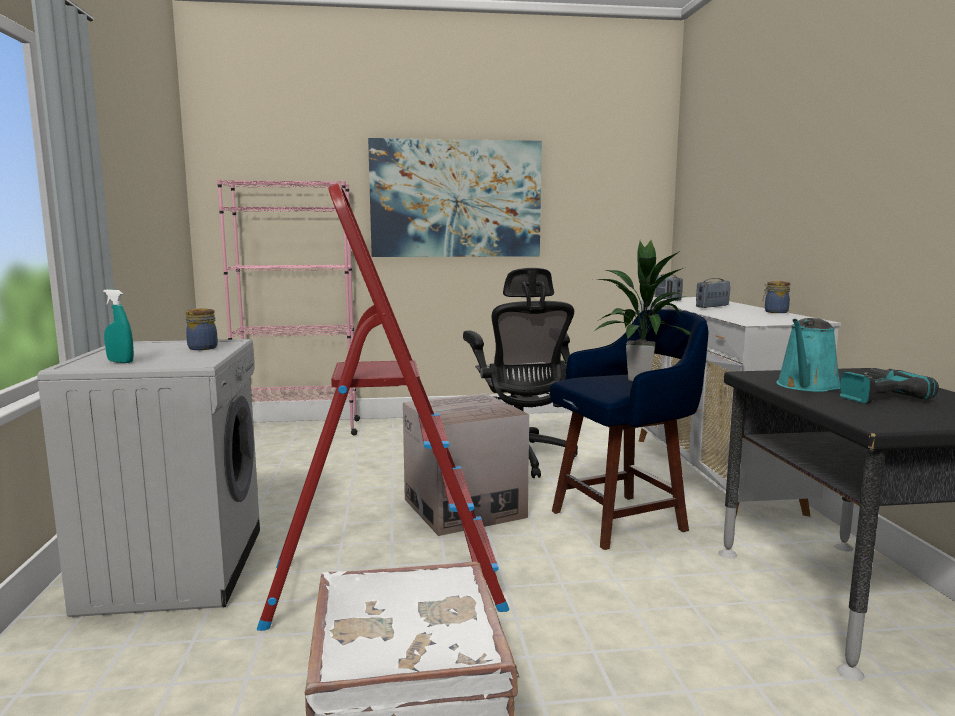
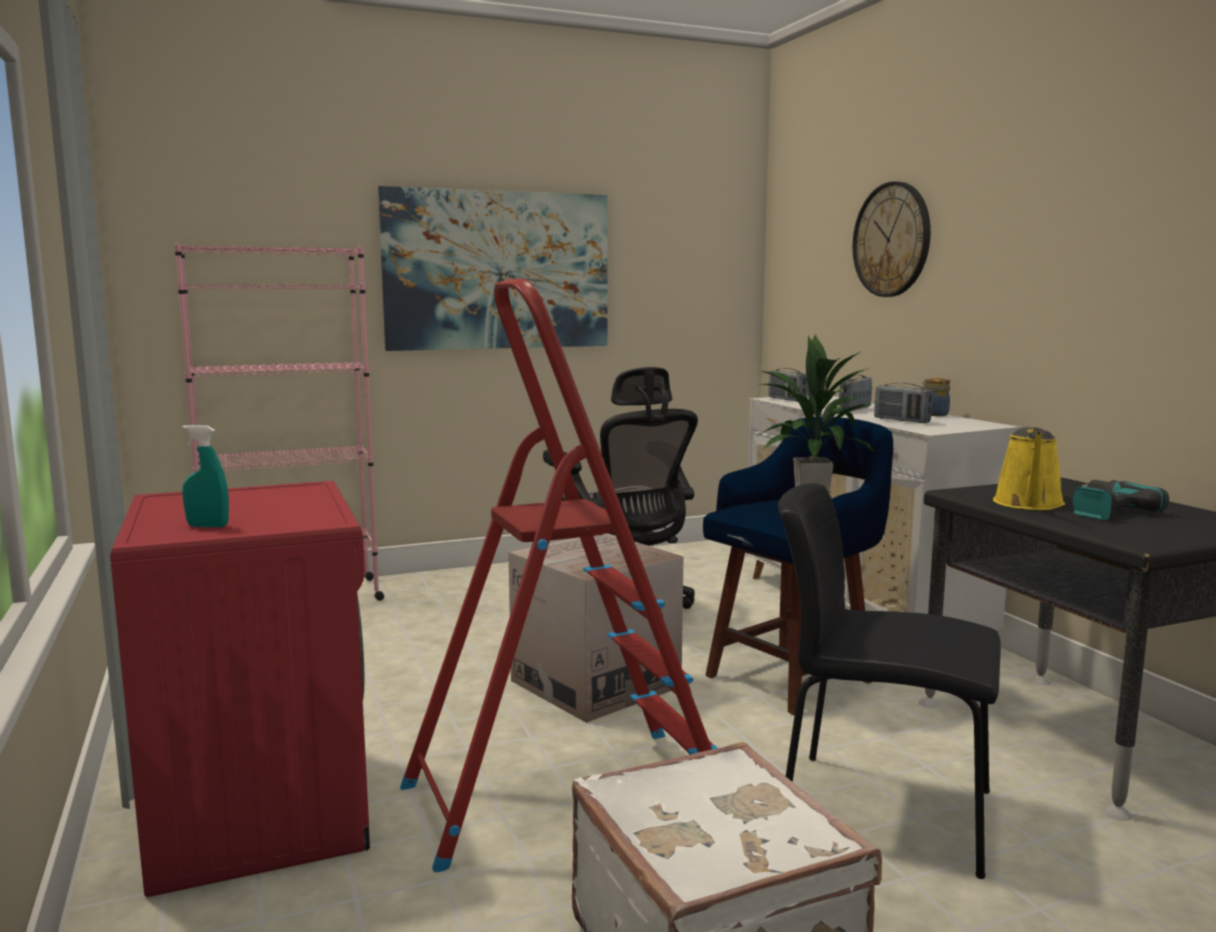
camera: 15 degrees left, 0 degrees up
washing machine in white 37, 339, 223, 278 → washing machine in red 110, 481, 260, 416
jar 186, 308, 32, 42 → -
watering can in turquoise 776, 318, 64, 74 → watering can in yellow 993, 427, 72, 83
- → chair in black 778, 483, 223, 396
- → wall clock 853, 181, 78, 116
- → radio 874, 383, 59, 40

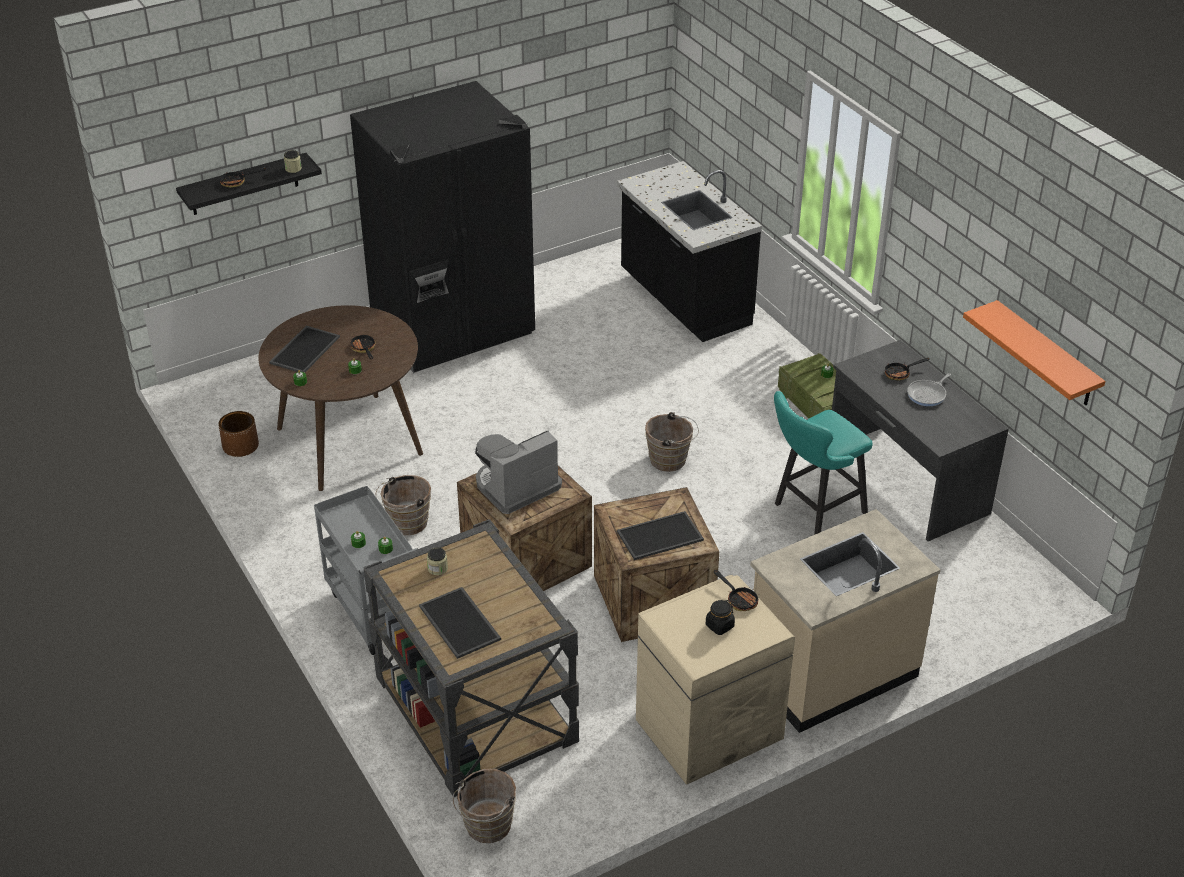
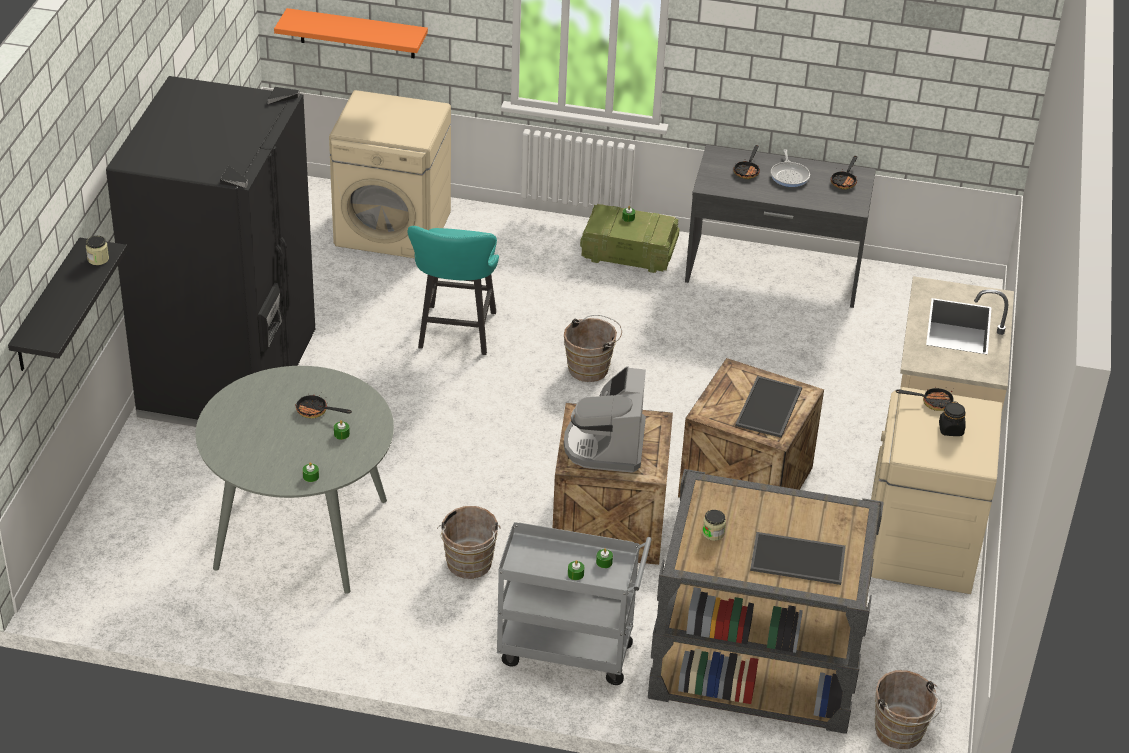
camera: 50 degrees left, 0 degrees up
planter in brown 218, 411, 41, 46 → -
frying pan 220, 168, 47, 20 → frying pan 831, 156, 26, 34, move
dining table in brown 258, 305, 165, 186 → dining table in grey 195, 366, 199, 228
tray 269, 326, 71, 47 → -
counter in black 617, 161, 145, 181 → washing machine in beige 329, 90, 122, 168
stool in turquoise 774, 391, 99, 144 → stool in turquoise 407, 226, 92, 129, move
shelf in orange 963, 300, 142, 105 → shelf in orange 274, 8, 154, 50, move

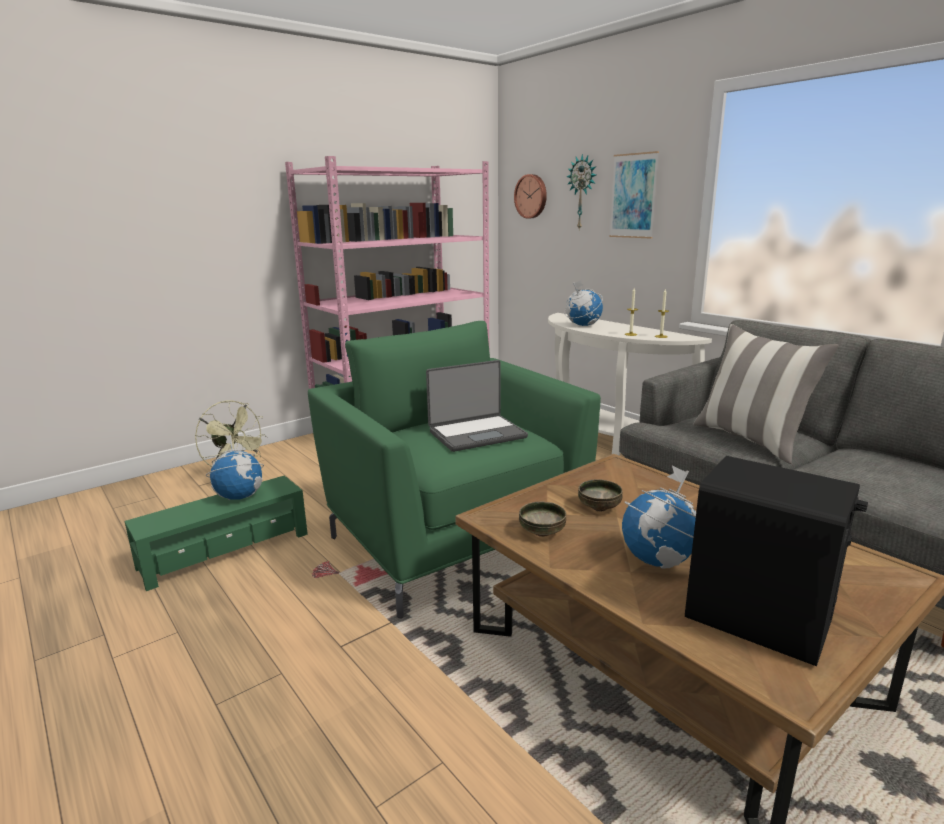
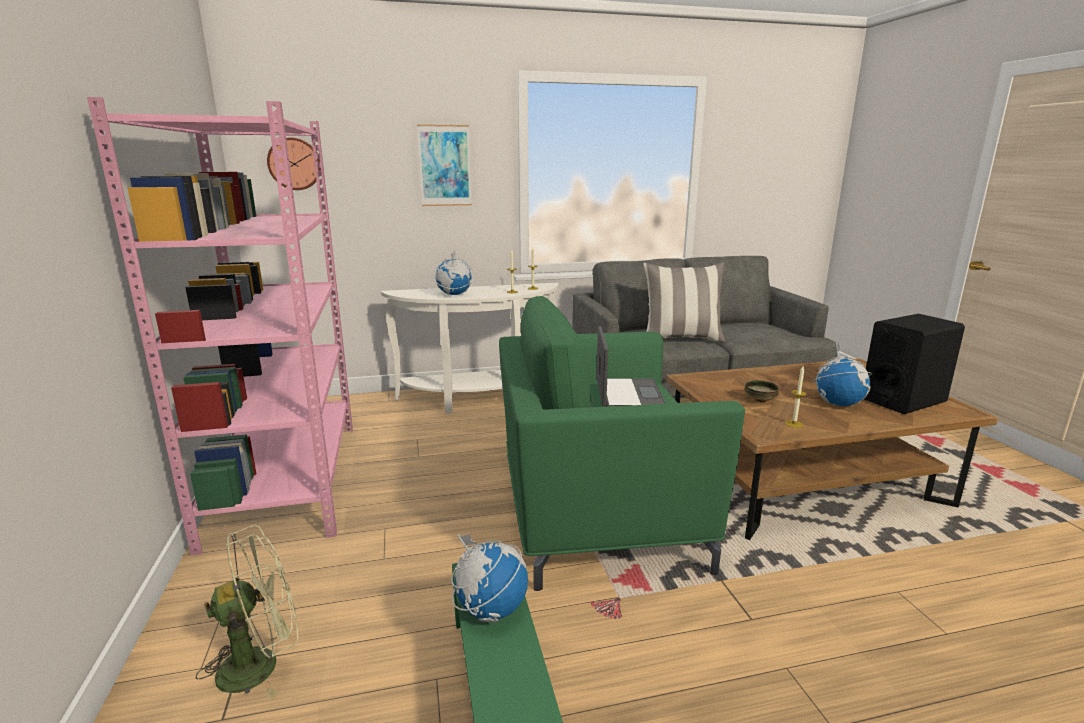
camera: 65 degrees left, 0 degrees up
bowl 519, 501, 47, 36 → candle 785, 366, 22, 62
wall clock 567, 154, 29, 75 → -

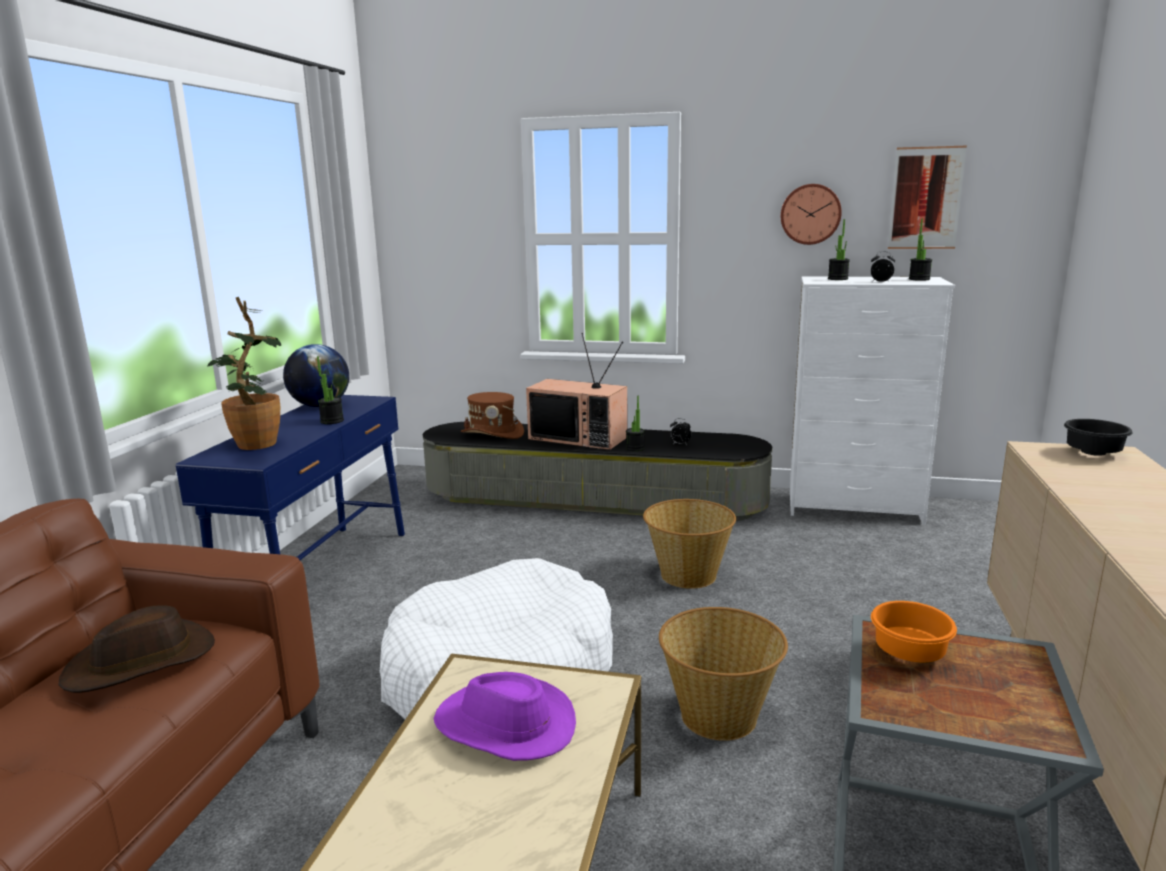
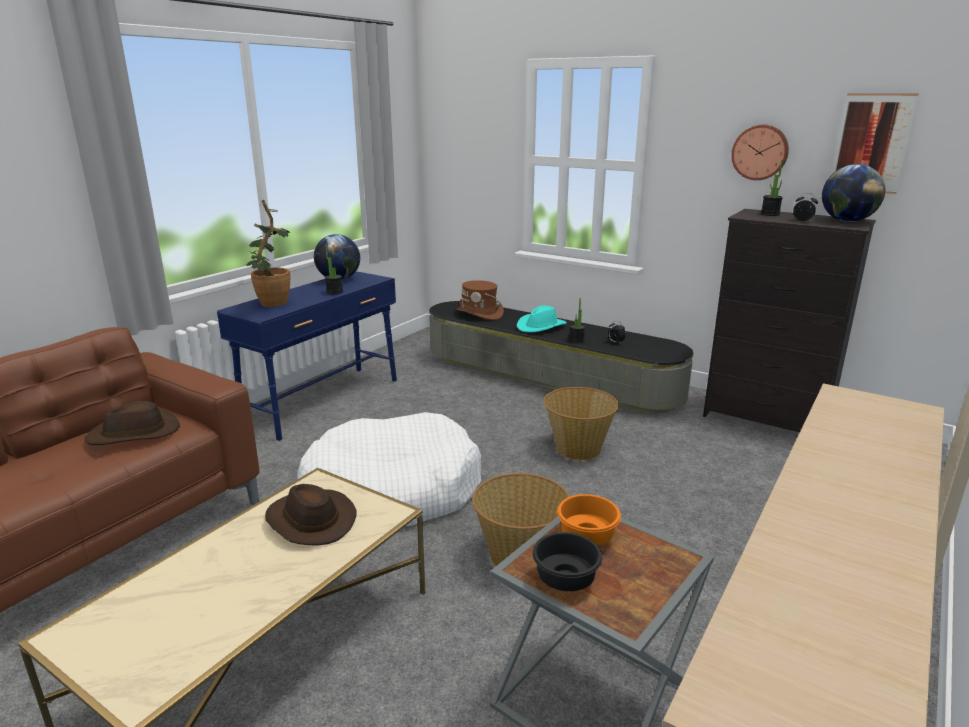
camera: 20 degrees right, 5 degrees up
hat in purple 434, 672, 142, 89 → hat in brown 265, 484, 91, 61
television 526, 333, 101, 117 → hat in turquoise 517, 306, 50, 26
dresser in white 790, 276, 165, 249 → dresser in black 703, 209, 173, 223
potted plant 909, 218, 23, 63 → globe 822, 164, 63, 58
bowl in black 1064, 419, 68, 37 → bowl in black 532, 532, 70, 59, move

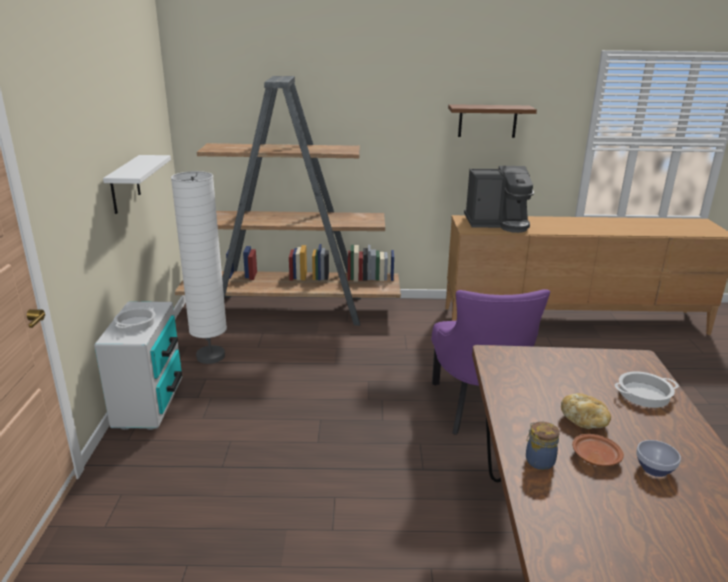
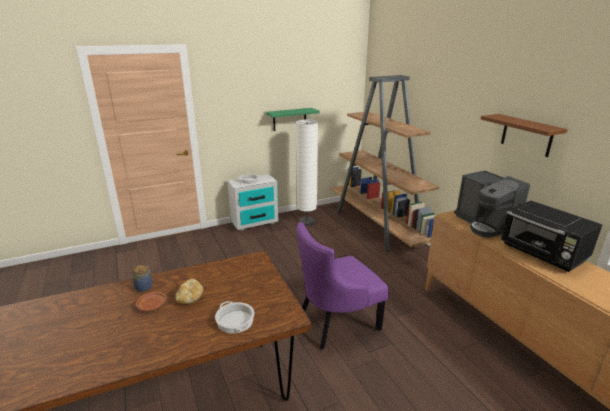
camera: 65 degrees right, 0 degrees up
shelf in white 103, 155, 68, 59 → shelf in green 266, 108, 54, 23
bowl 636, 440, 45, 37 → -
- → microwave in black 501, 201, 101, 71

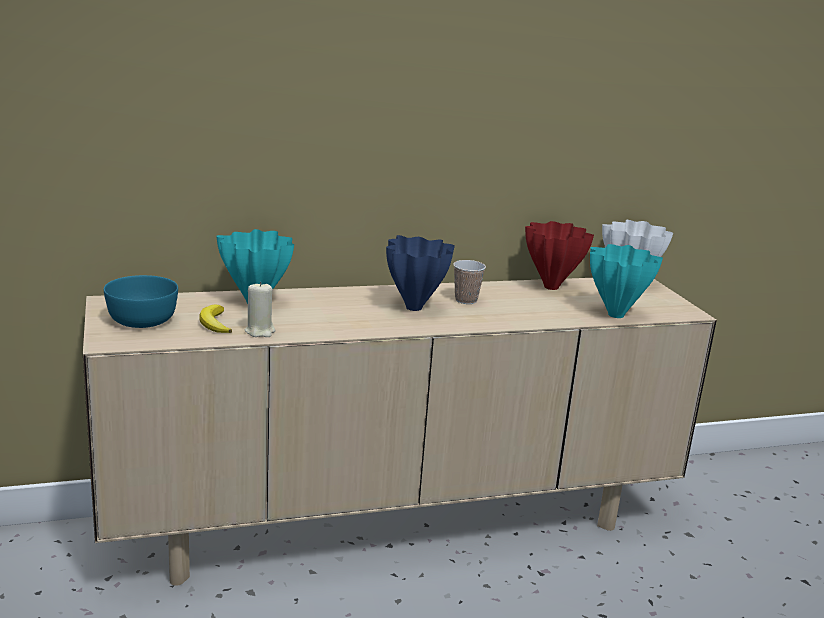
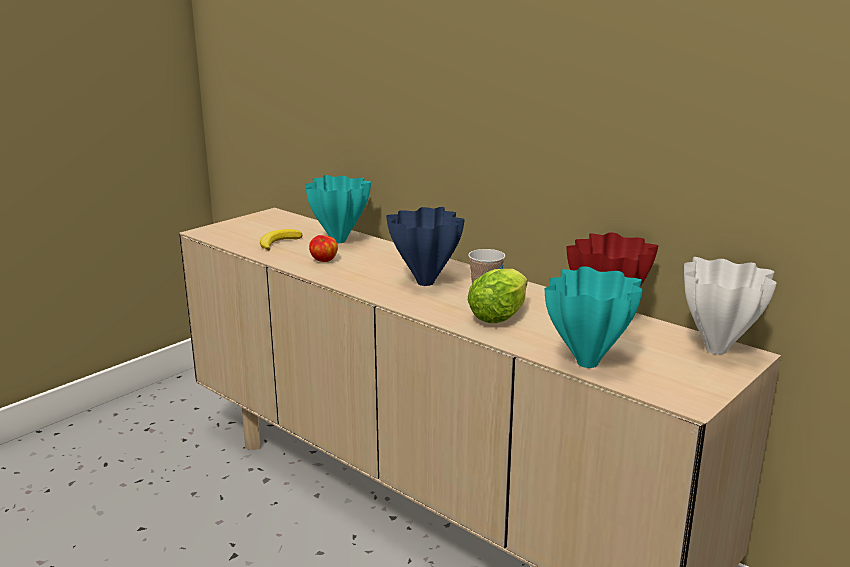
camera: 60 degrees right, 0 degrees up
bowl in turquoise 104, 275, 74, 53 → -
candle in beige 245, 282, 30, 55 → -
- → apple 309, 235, 29, 27
- → lettuce 468, 269, 59, 54

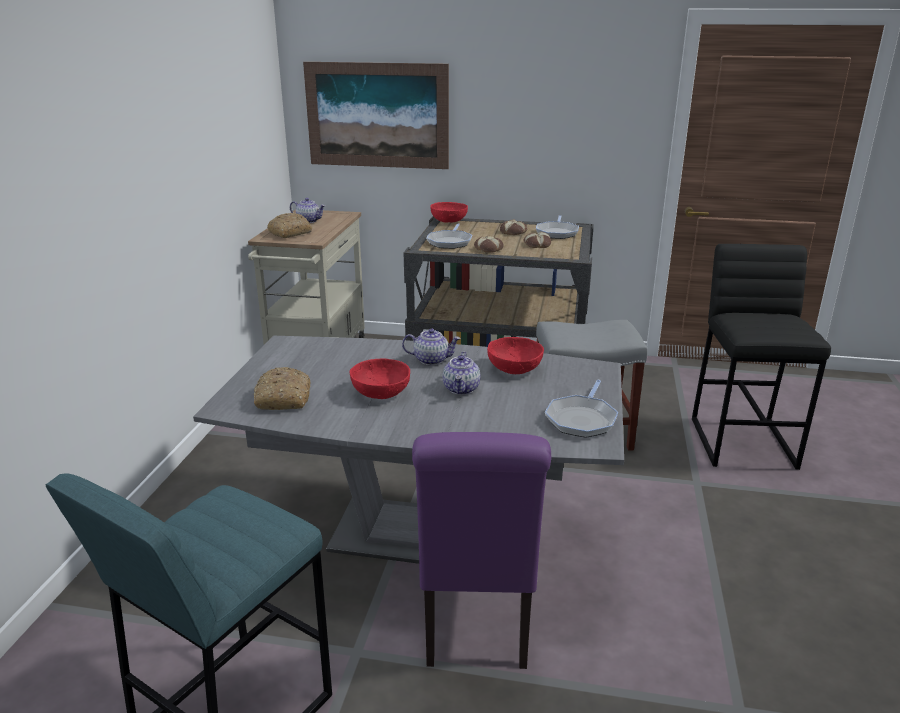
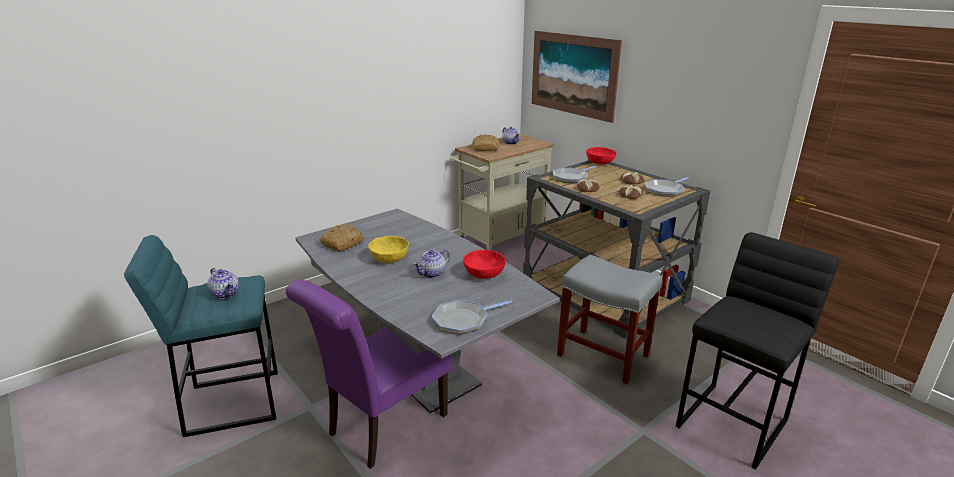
camera: 40 degrees right, 0 degrees up
bowl in red 349, 358, 61, 41 → bowl in yellow 368, 236, 41, 27
teapot 402, 328, 59, 37 → teapot 207, 268, 32, 31, move

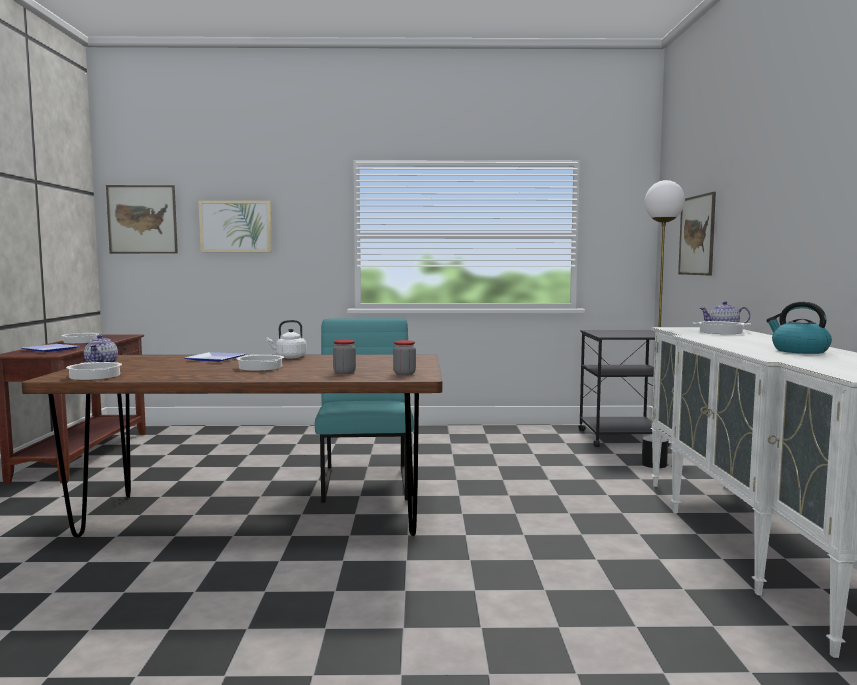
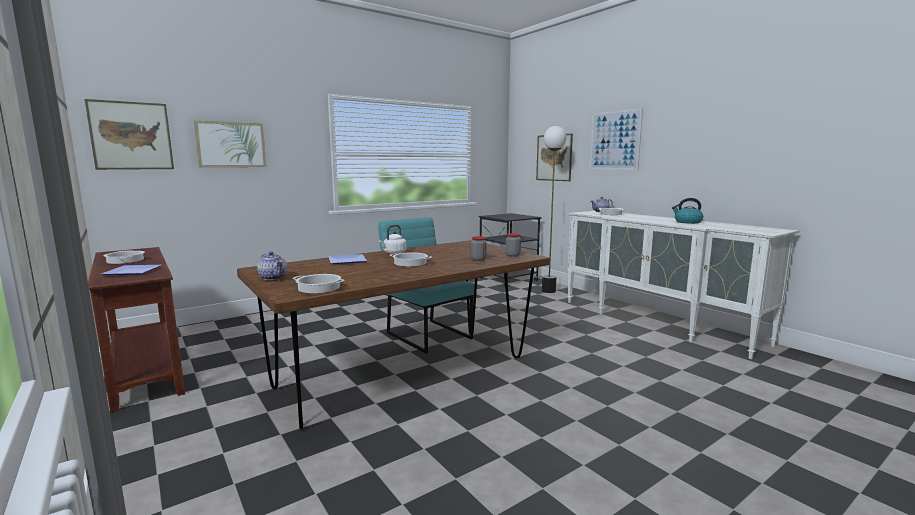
camera: 35 degrees left, 5 degrees up
- → picture 590, 108, 53, 62

